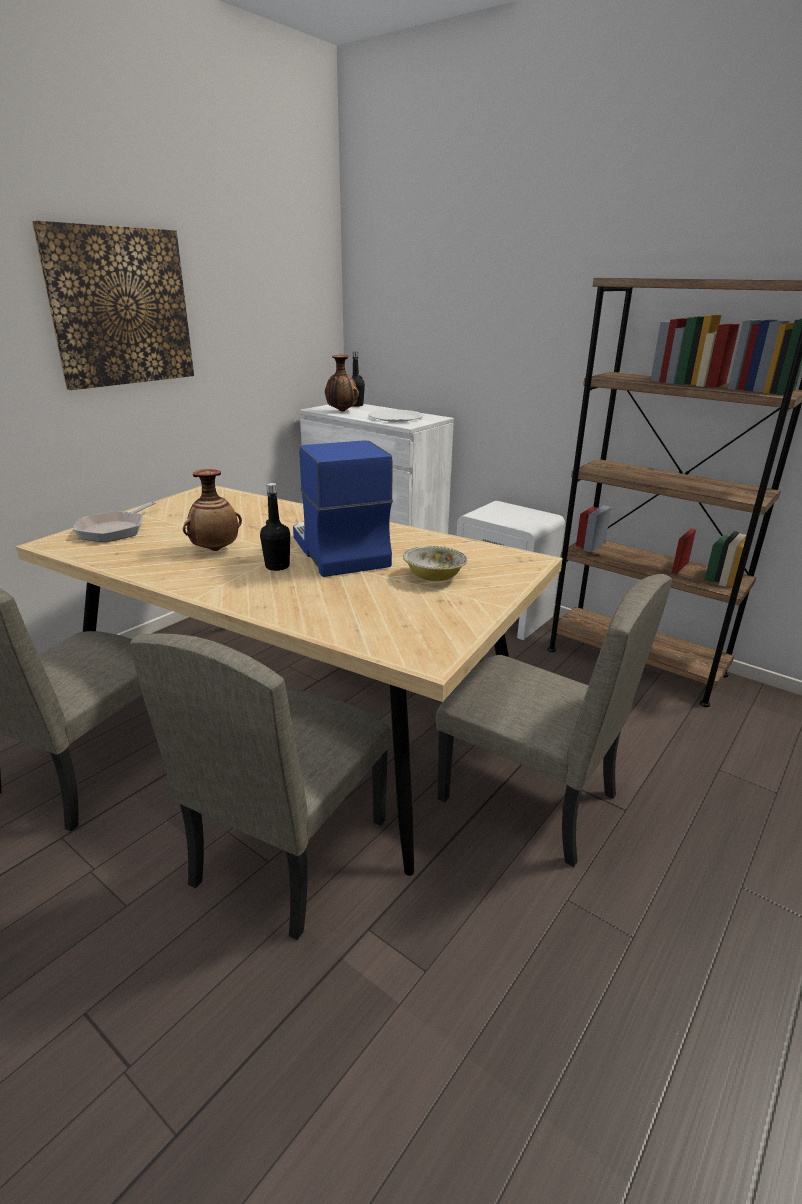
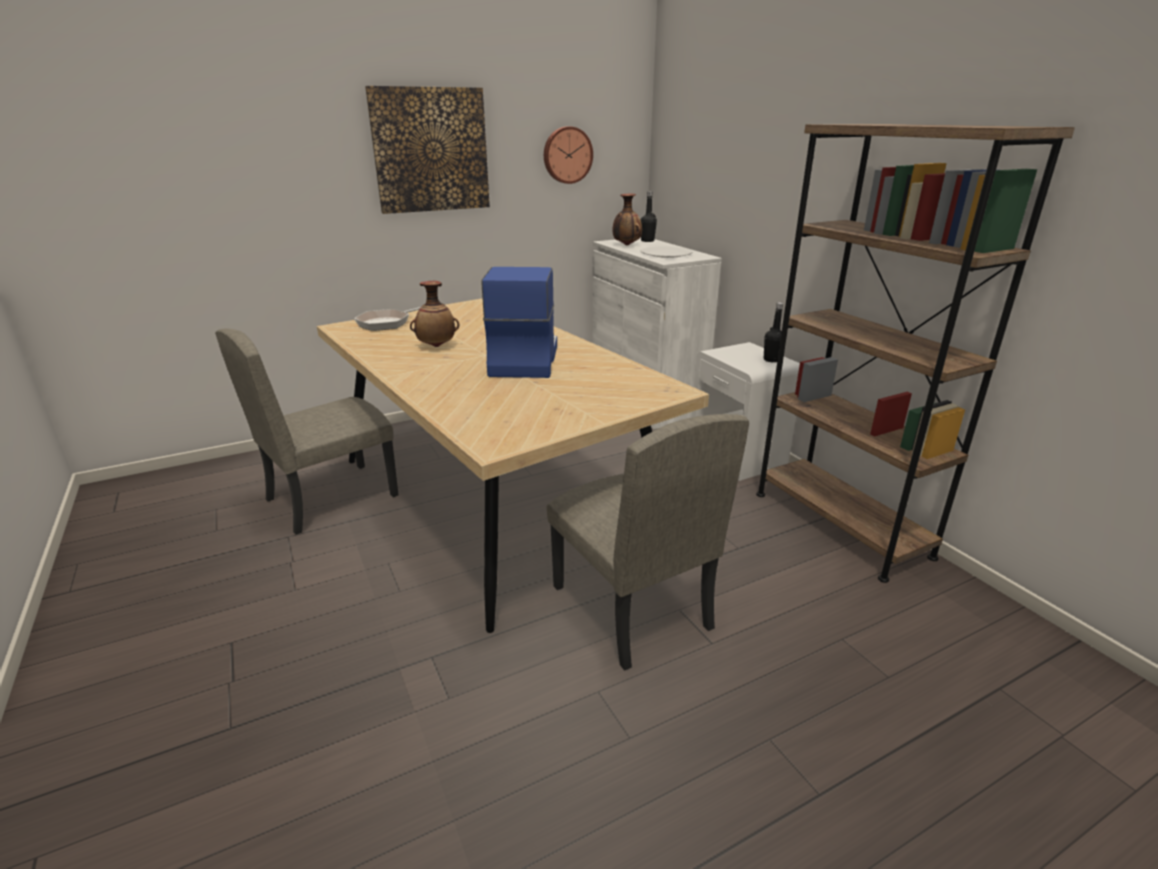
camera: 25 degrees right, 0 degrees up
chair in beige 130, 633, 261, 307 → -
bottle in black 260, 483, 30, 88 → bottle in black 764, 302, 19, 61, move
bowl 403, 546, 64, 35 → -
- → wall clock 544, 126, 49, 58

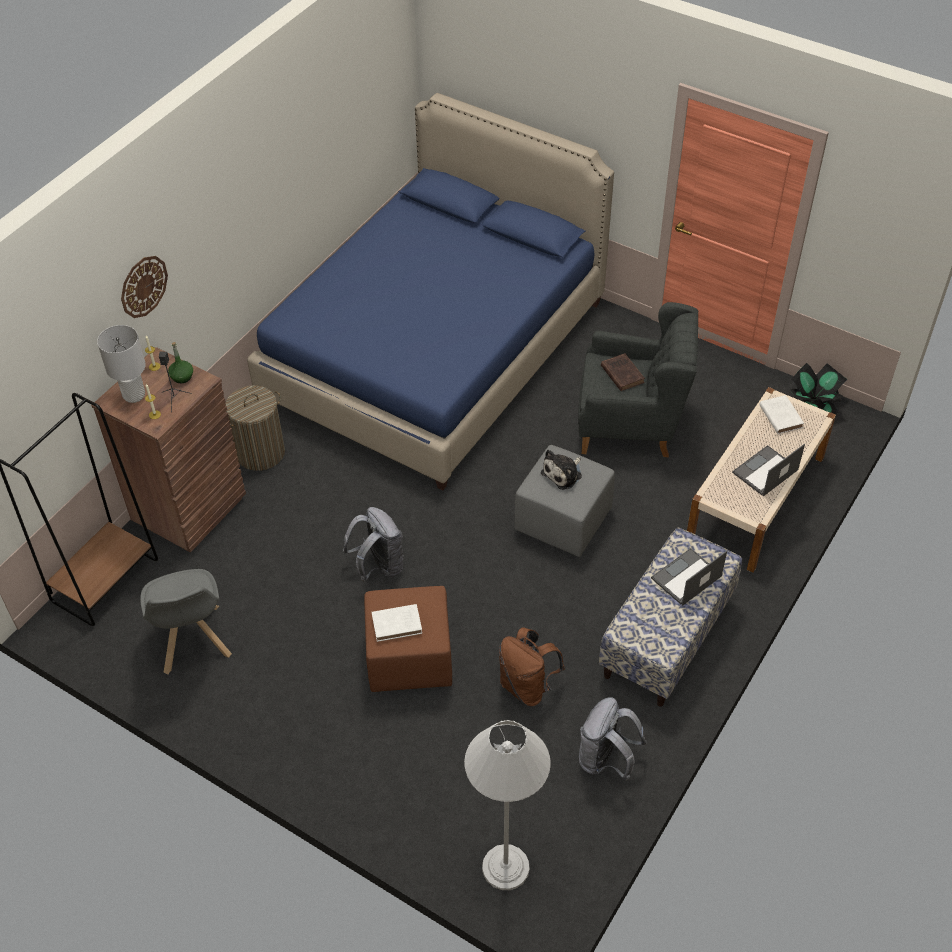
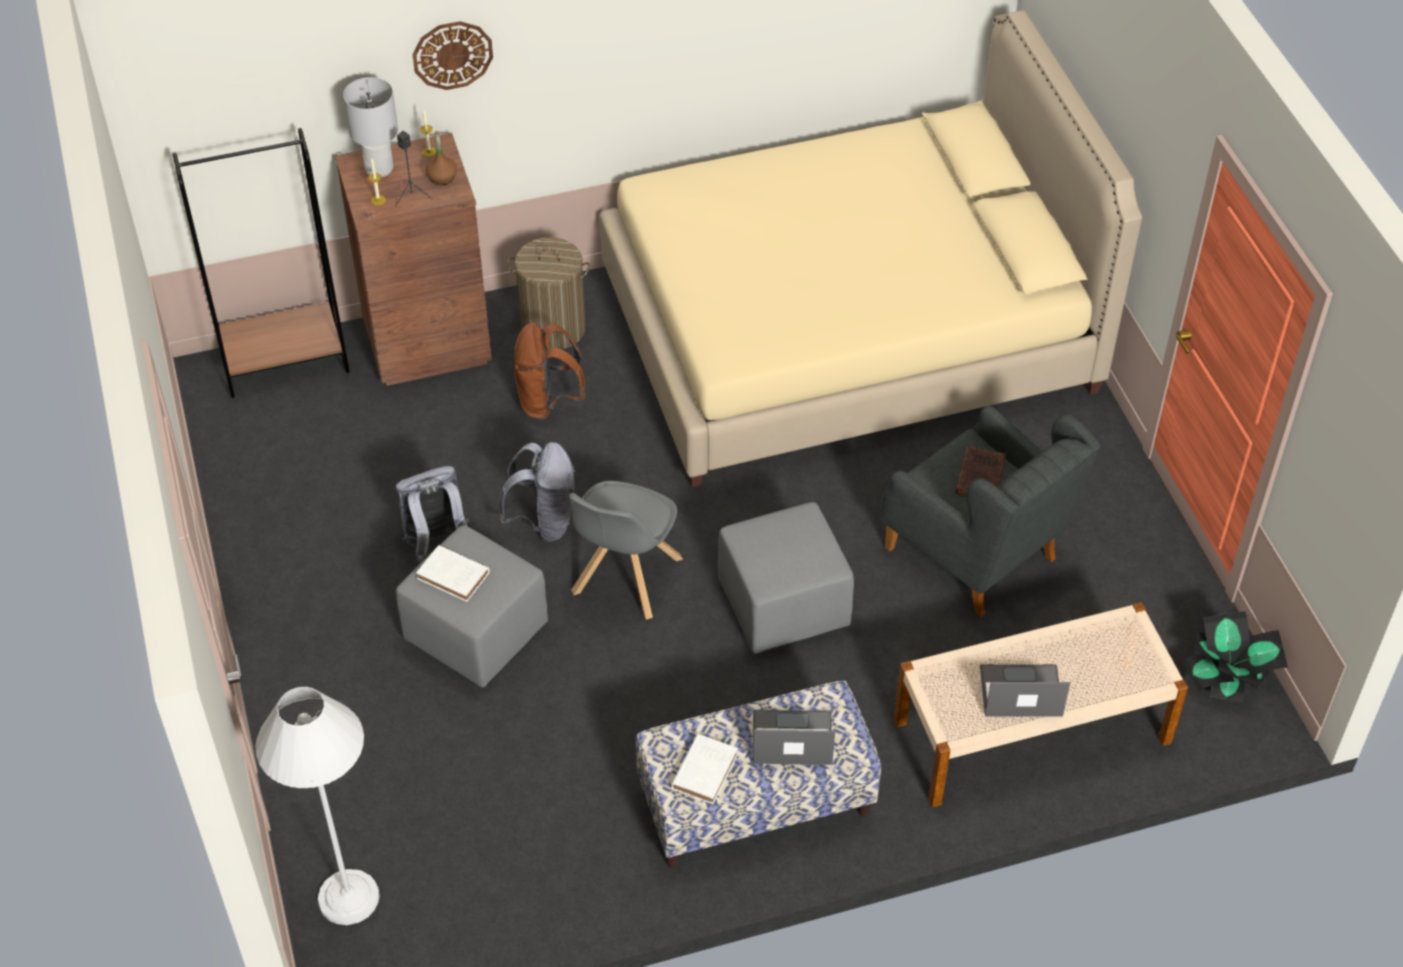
camera: 40 degrees right, 0 degrees up
chair in grey 140, 569, 92, 105 → chair in grey 568, 481, 115, 139, move
bottle in green 168, 342, 25, 41 → bottle in brown 426, 131, 31, 54
bed in blue 247, 93, 367, 397 → bed in beige 600, 10, 542, 478
ottoman in brown 364, 586, 88, 106 → ottoman in grey 396, 525, 152, 162
backpack in brown 499, 628, 66, 78 → backpack in brown 514, 322, 72, 98, move
plush toy 541, 449, 41, 41 → -
backpack in grey 579, 697, 68, 84 → backpack in grey 396, 466, 74, 96, move
book in white 759, 395, 45, 39 → book in white 671, 734, 67, 70, move

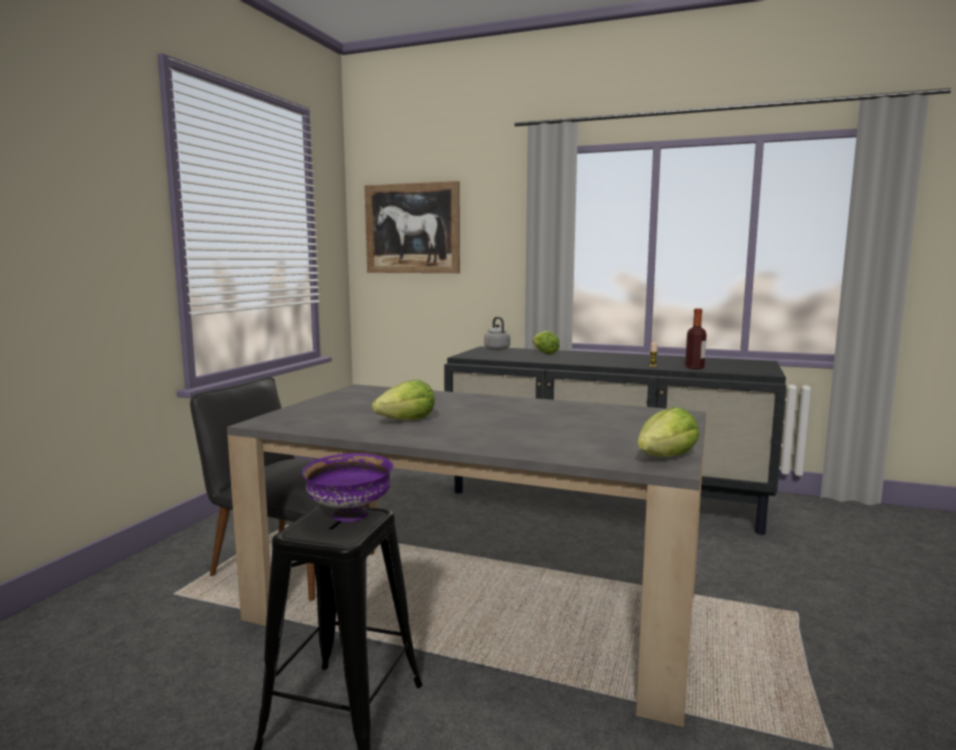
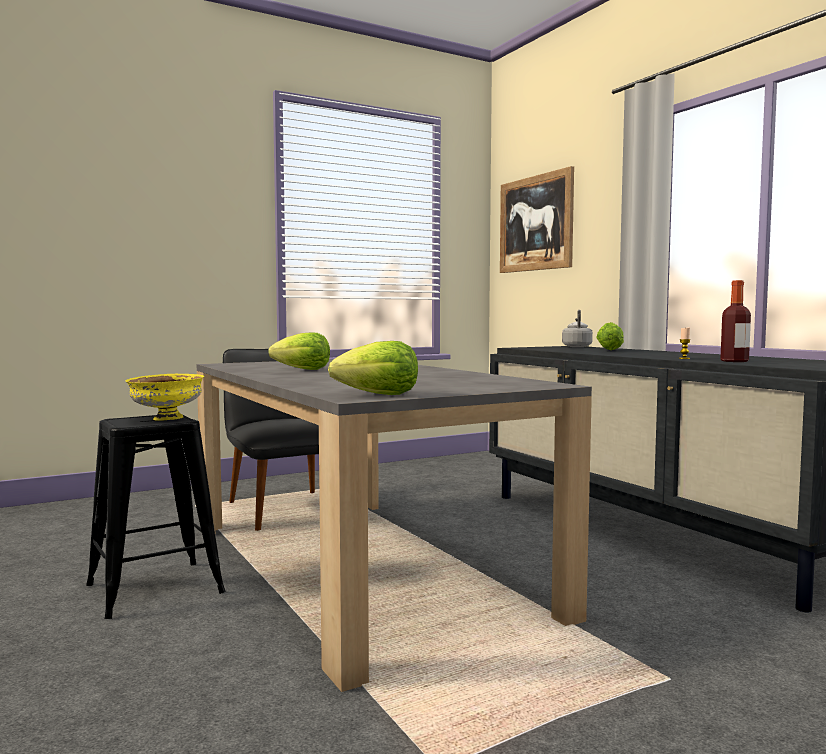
camera: 40 degrees right, 5 degrees down
bowl in purple 302, 453, 91, 69 → bowl in yellow 125, 374, 79, 47

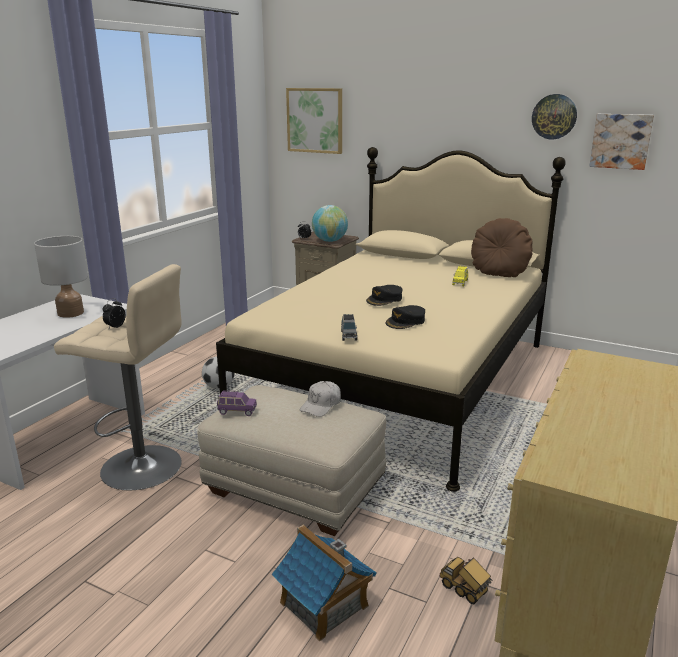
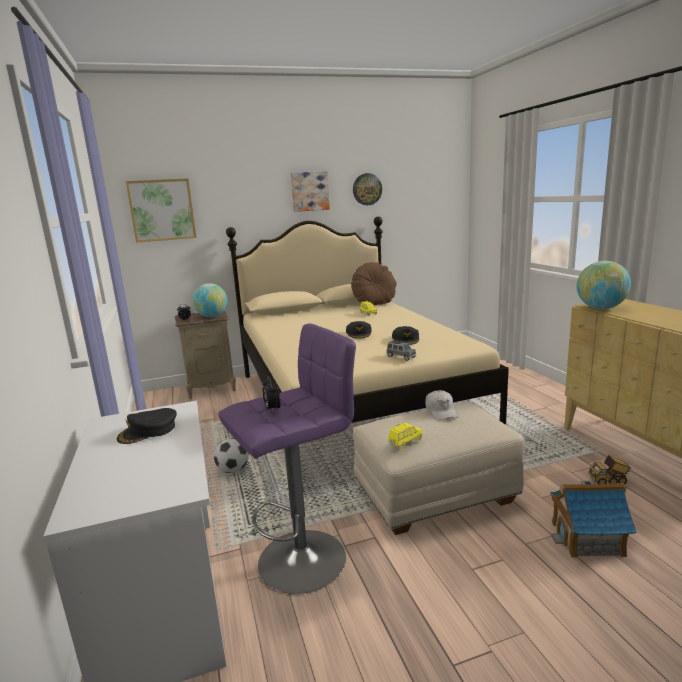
camera: 45 degrees left, 5 degrees down
table lamp in grey 34, 236, 54, 82 → cap in black 117, 408, 60, 36
stool in beige 54, 264, 128, 226 → stool in purple 218, 323, 138, 271
toy car in purple 217, 390, 40, 26 → toy car in yellow 388, 423, 35, 27
picture 589, 114, 65, 56 → picture 290, 171, 40, 41, move
- → globe 577, 261, 54, 48

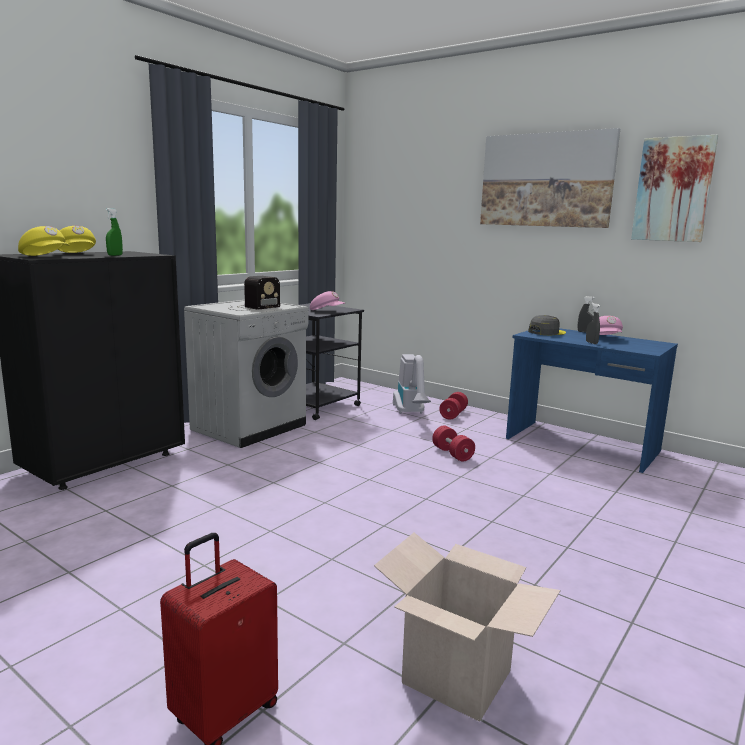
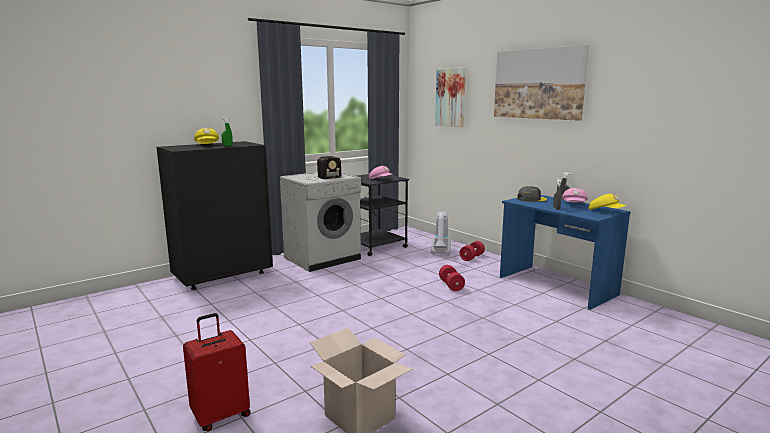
camera: 15 degrees right, 0 degrees up
cap in yellow 18, 226, 52, 30 → cap in yellow 589, 194, 37, 16, move
picture 631, 135, 87, 107 → picture 435, 68, 31, 59, move

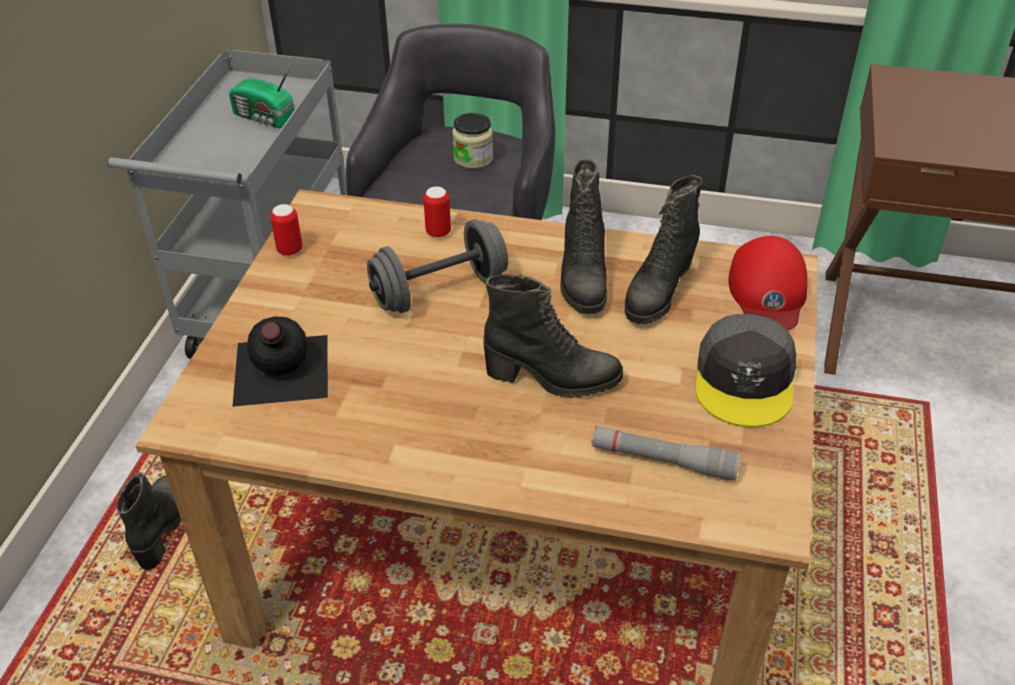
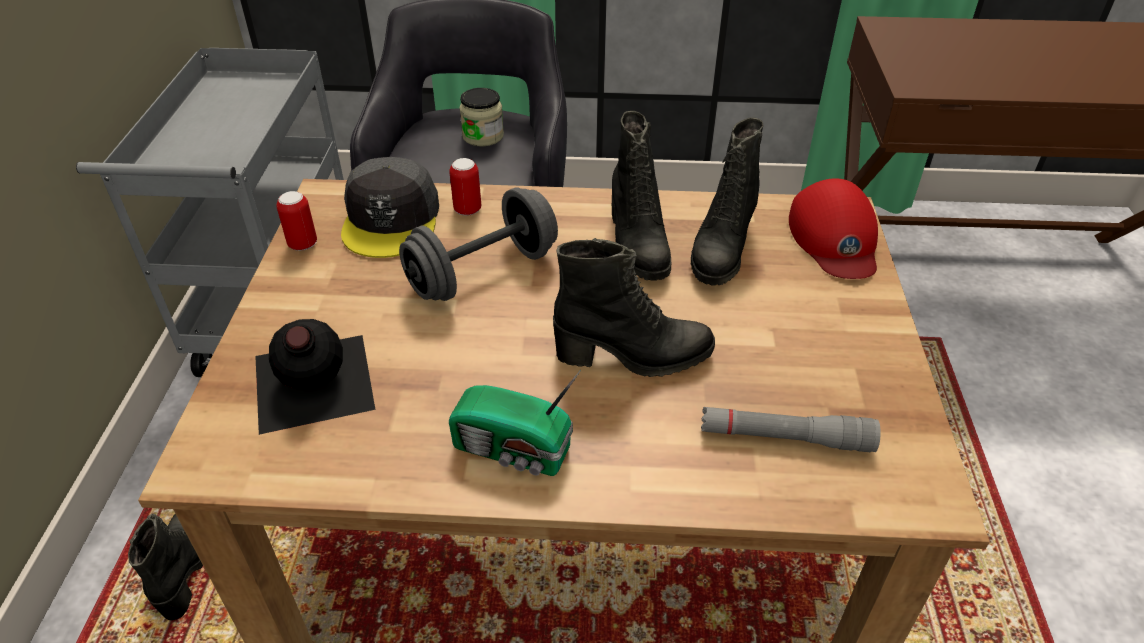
camera: 10 degrees left, 0 degrees up
radio 229, 63, 66, 65 → radio 449, 370, 132, 106, move
cap in grey 695, 314, 101, 113 → cap in grey 341, 157, 98, 101, move

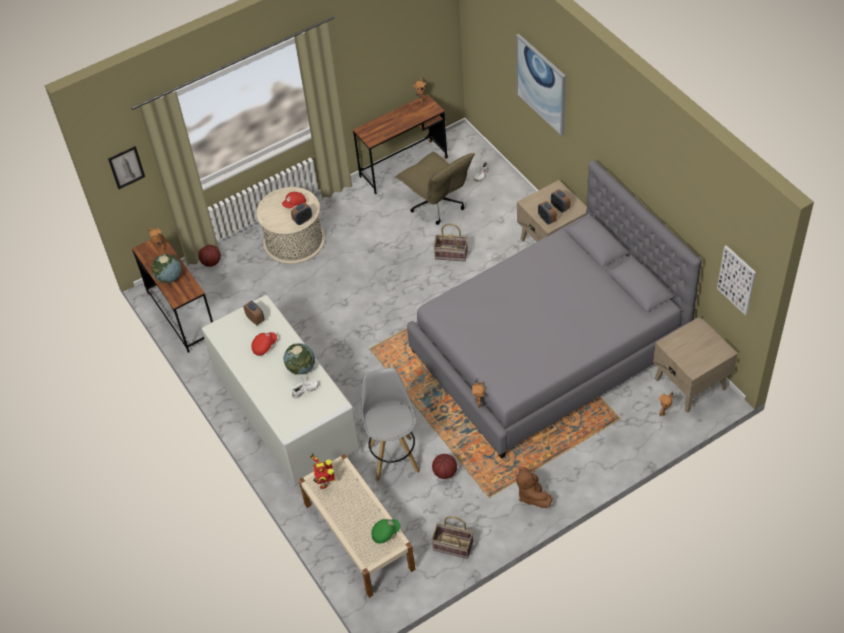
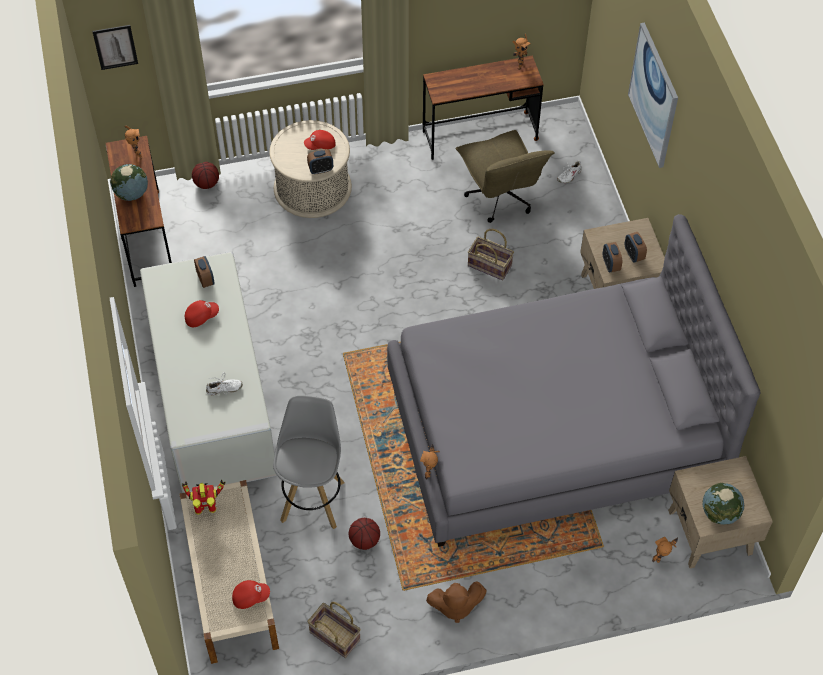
camera: 15 degrees right, 5 degrees up
globe 283, 343, 32, 32 → globe 702, 483, 42, 42, move
toy robot 310, 453, 25, 36 → toy robot 182, 480, 43, 34, 75 degrees clockwise
cap in green 371, 519, 29, 25 → cap in red 232, 580, 38, 29
plush toy in brown 516, 467, 36, 41 → plush toy in brown 426, 582, 61, 41, 90 degrees counterclockwise
picture 717, 245, 39, 71 → -

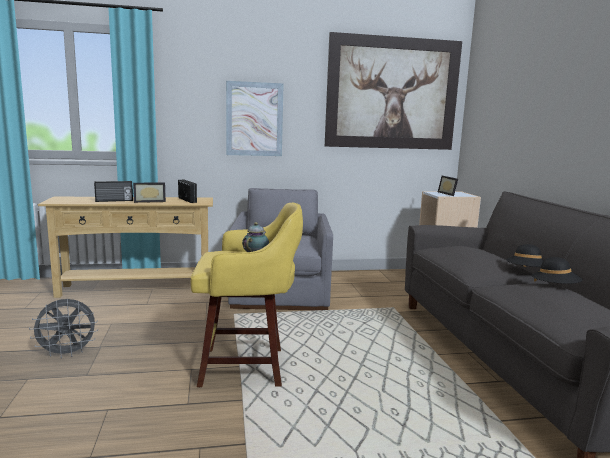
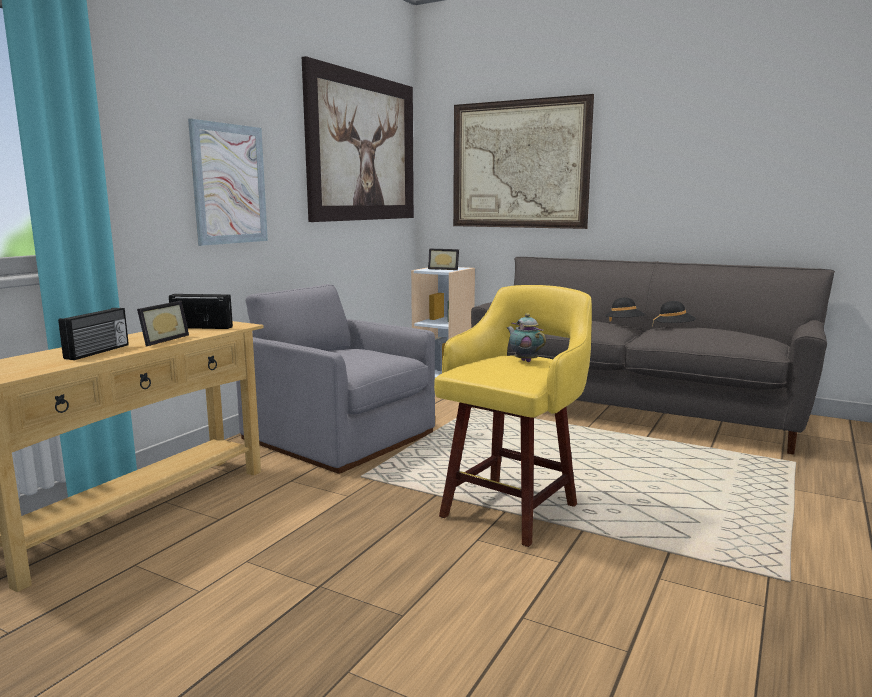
camera: 50 degrees left, 0 degrees up
fan in grey 29, 299, 69, 59 → -
- → picture 453, 94, 141, 135

